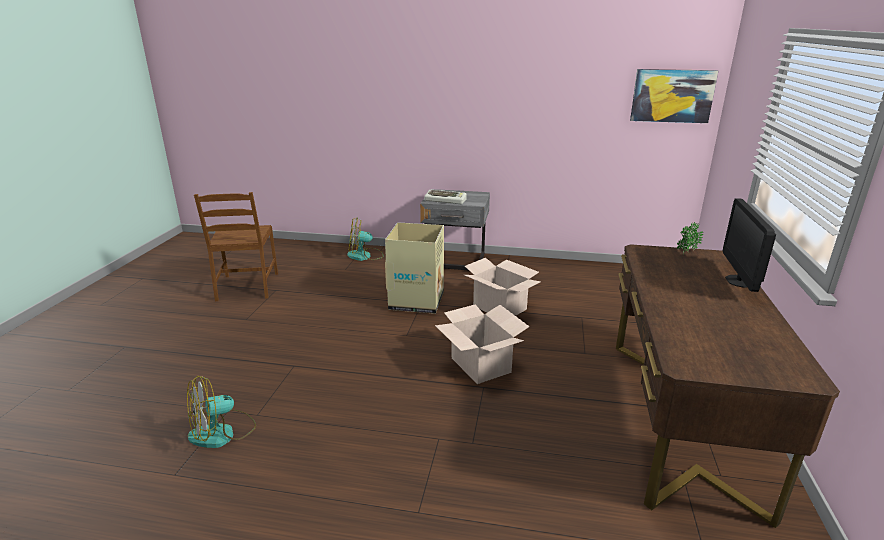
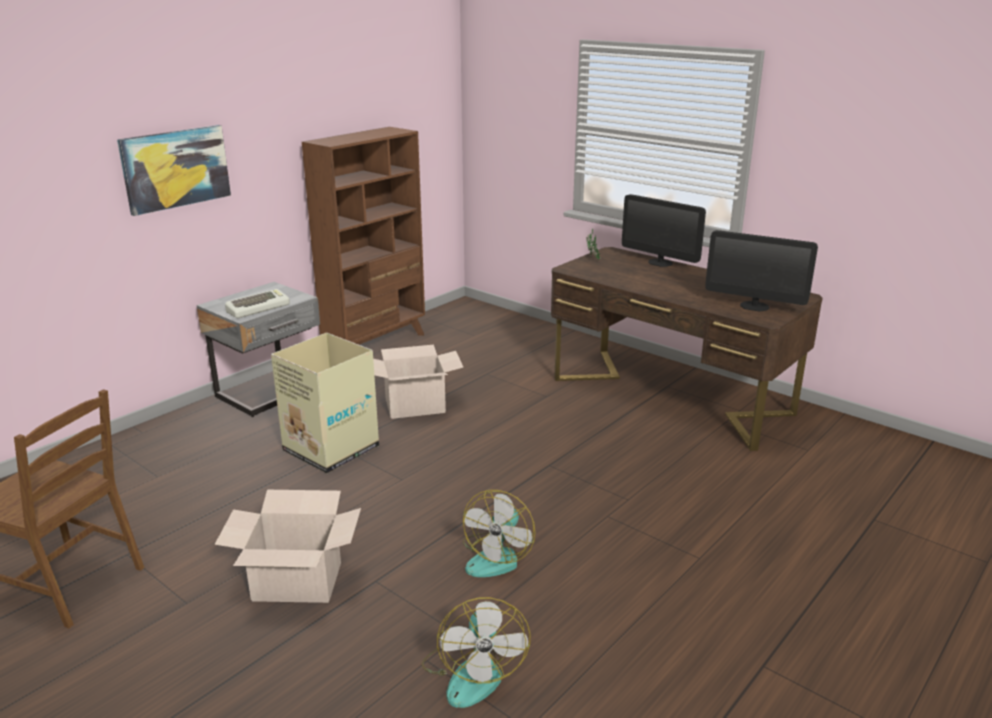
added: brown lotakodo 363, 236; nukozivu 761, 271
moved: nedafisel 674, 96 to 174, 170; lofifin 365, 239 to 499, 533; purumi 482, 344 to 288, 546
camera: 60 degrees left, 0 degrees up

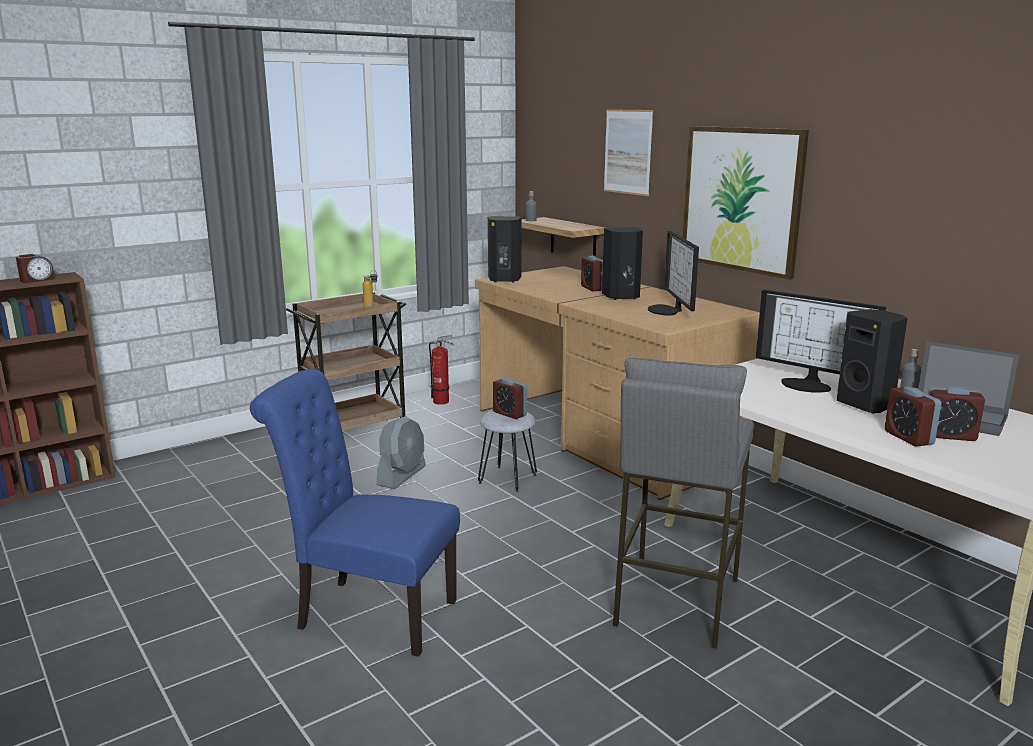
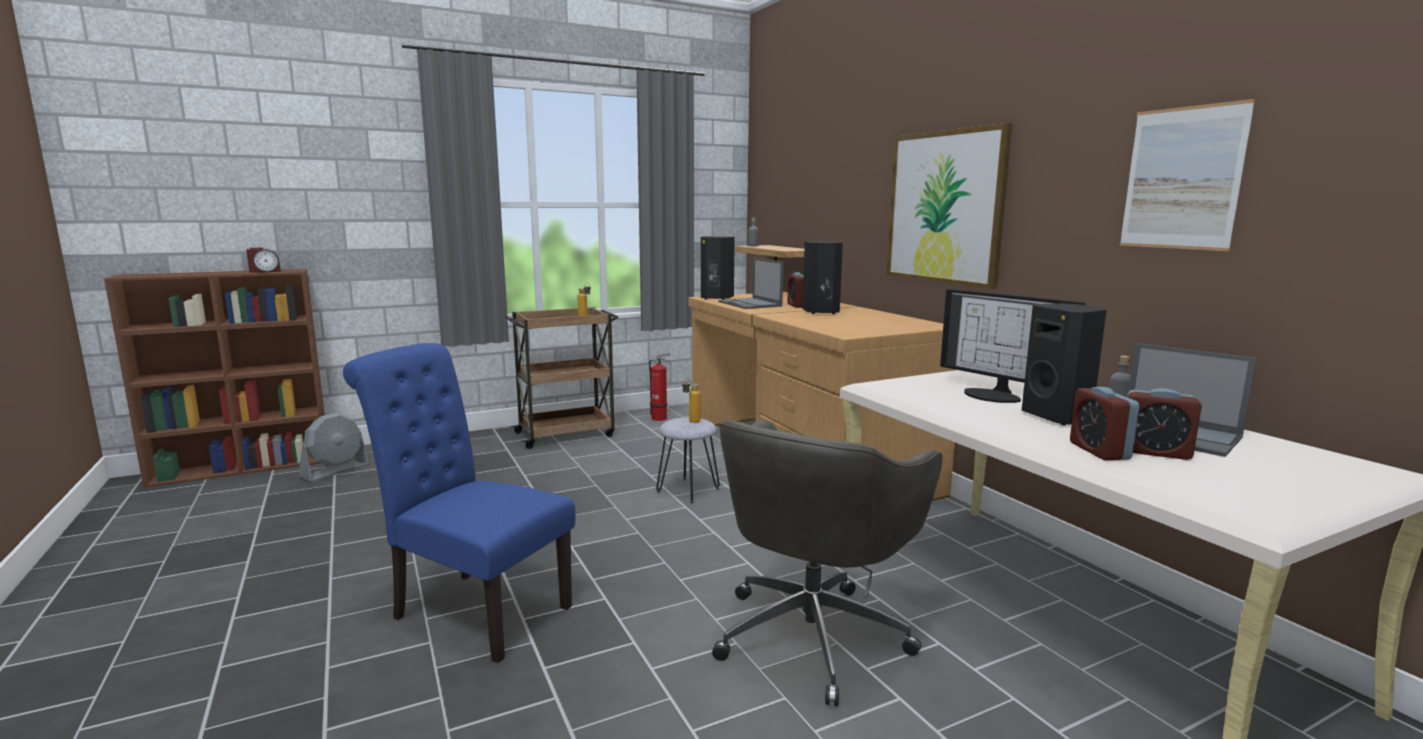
removed: nukozivu 673, 273
added: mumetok 750, 283
moved: nedafisel 628, 152 to 1187, 175; grey lofifin 401, 452 to 334, 447
replaced: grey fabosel 683, 503 to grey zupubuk 827, 563; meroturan 510, 398 to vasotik 691, 400
camera: 10 degrees right, 5 degrees down

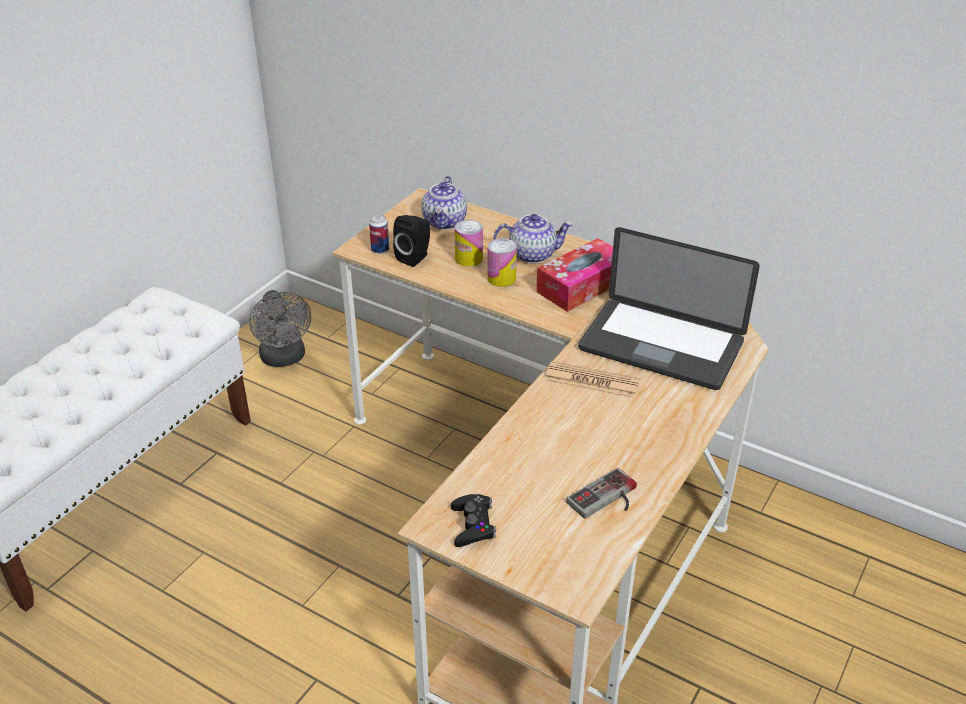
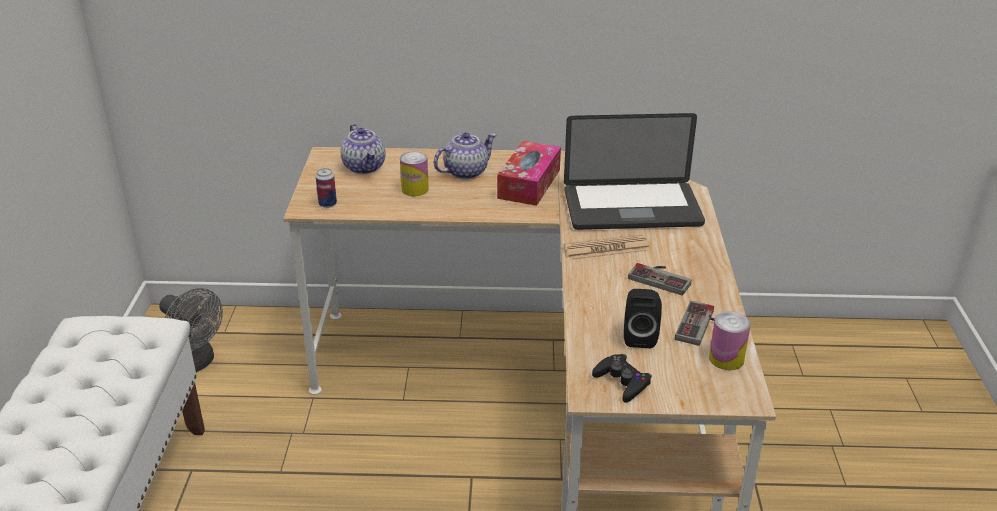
added: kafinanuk 660, 279
moved: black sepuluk 411, 241 to 643, 318; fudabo 502, 262 to 730, 340
camera: 30 degrees left, 5 degrees down

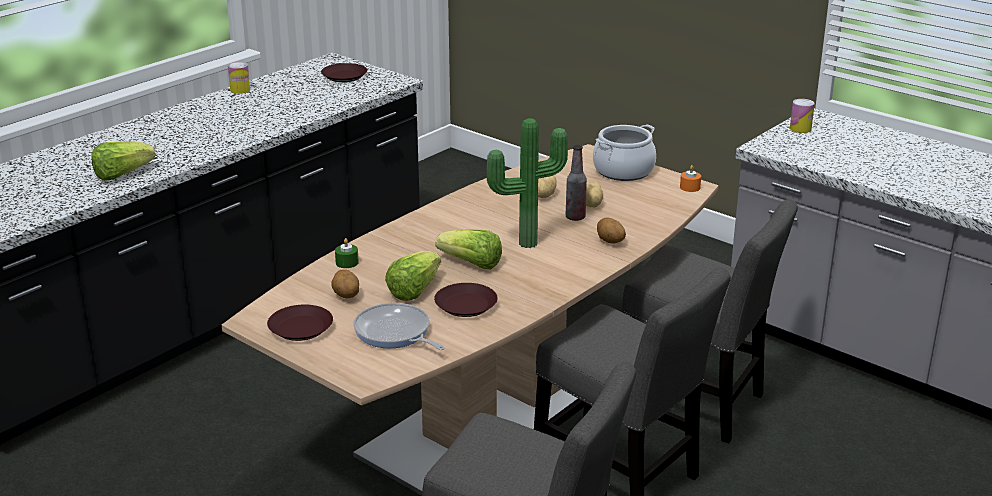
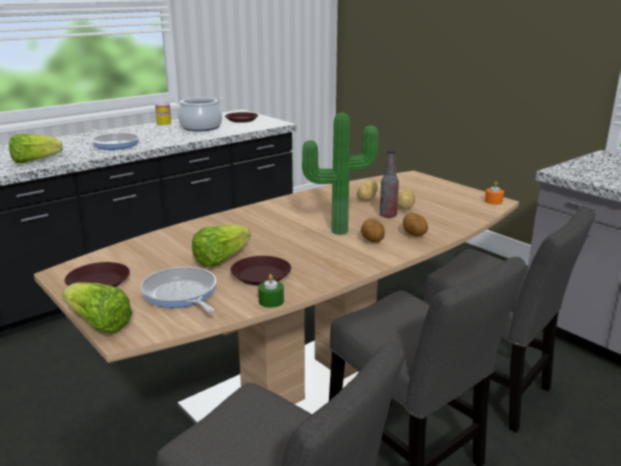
removed: fudabo 802, 116
added: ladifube 115, 139
moved: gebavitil 624, 152 to 199, 114; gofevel 468, 249 to 97, 308; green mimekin 347, 253 to 271, 291; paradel 345, 283 to 373, 230
camera: 10 degrees right, 5 degrees down

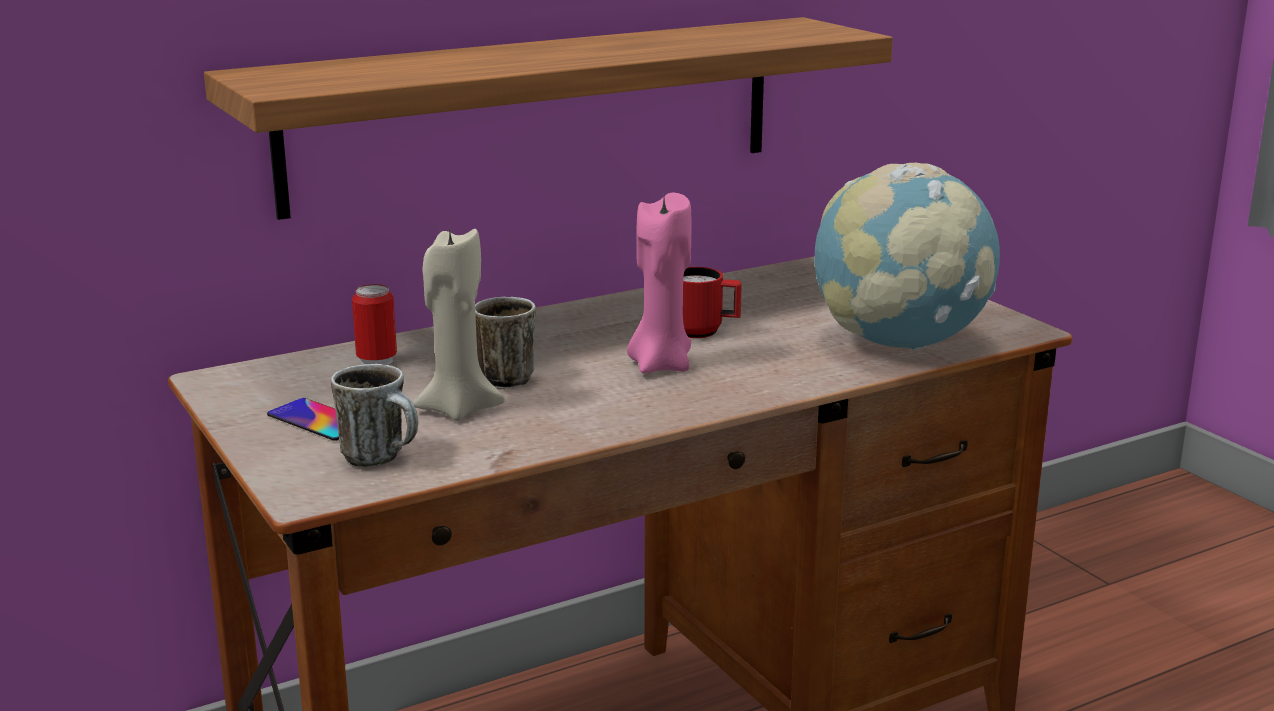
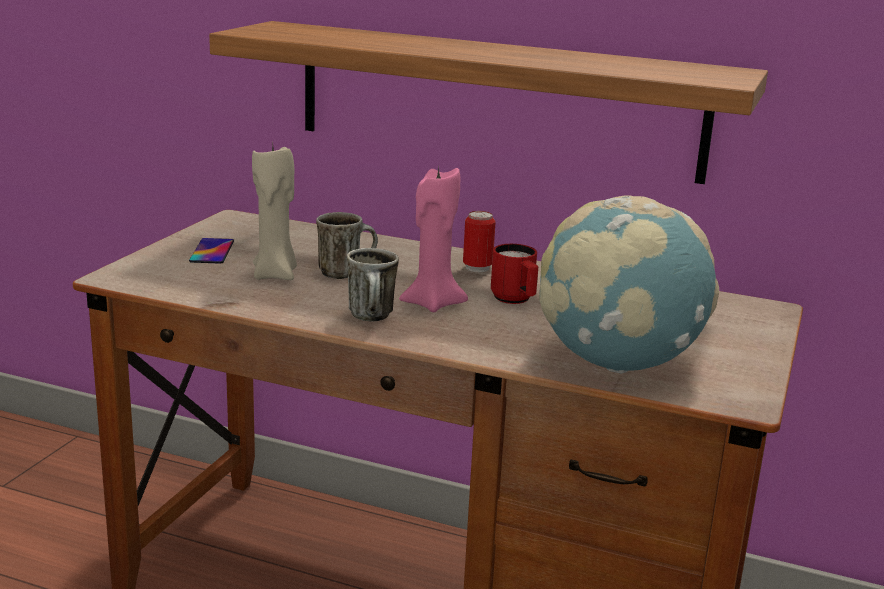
moved: fudabo 374, 324 to 479, 241; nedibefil 374, 415 to 373, 284
camera: 50 degrees right, 0 degrees up

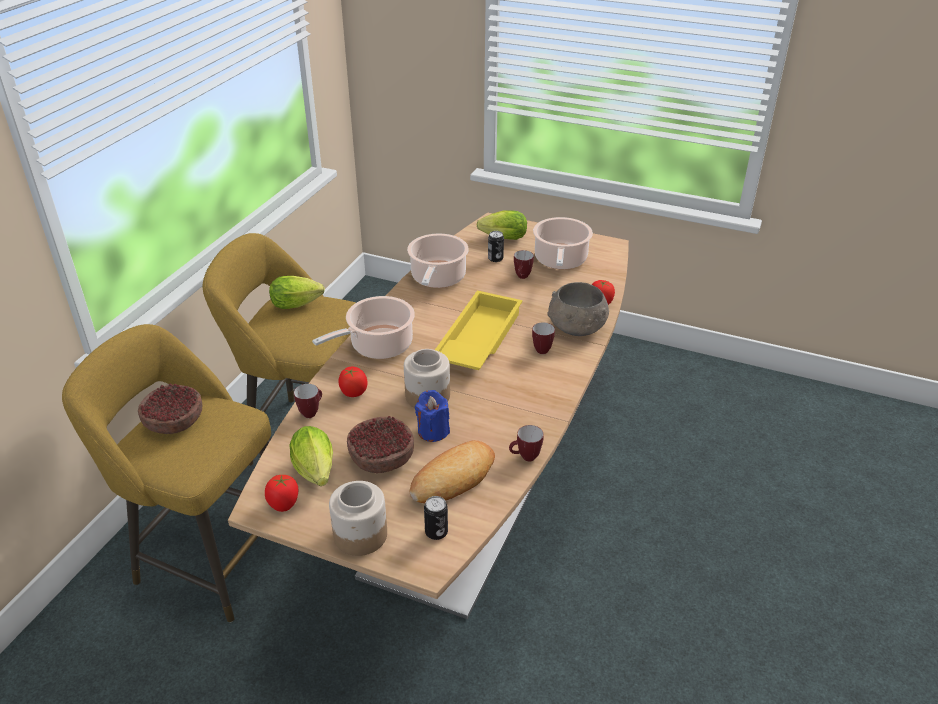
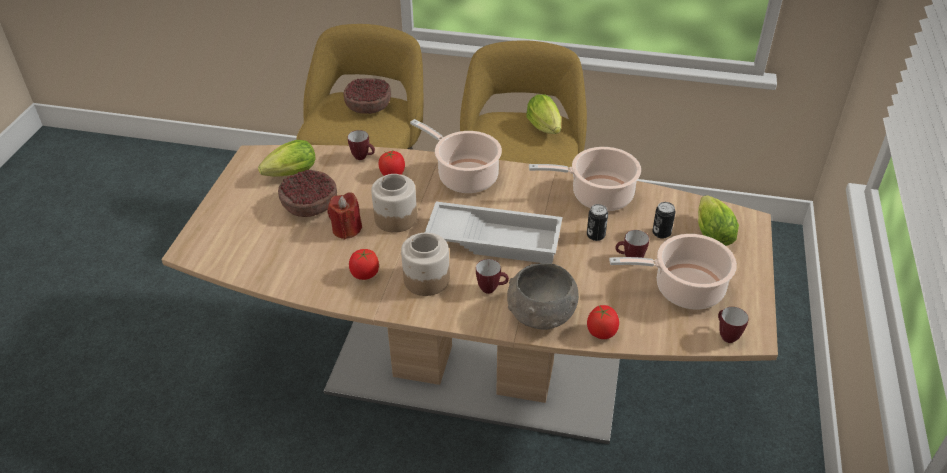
removed: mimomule 452, 471
moved: nedibefil 526, 443 to 733, 325; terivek 281, 493 to 364, 264; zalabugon 358, 518 to 425, 264; fudabo 436, 518 to 597, 222
recoloured: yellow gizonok 479, 330 to white gizonok 493, 233; blue mimekin 432, 416 to red mimekin 344, 216
camera: 80 degrees right, 5 degrees up

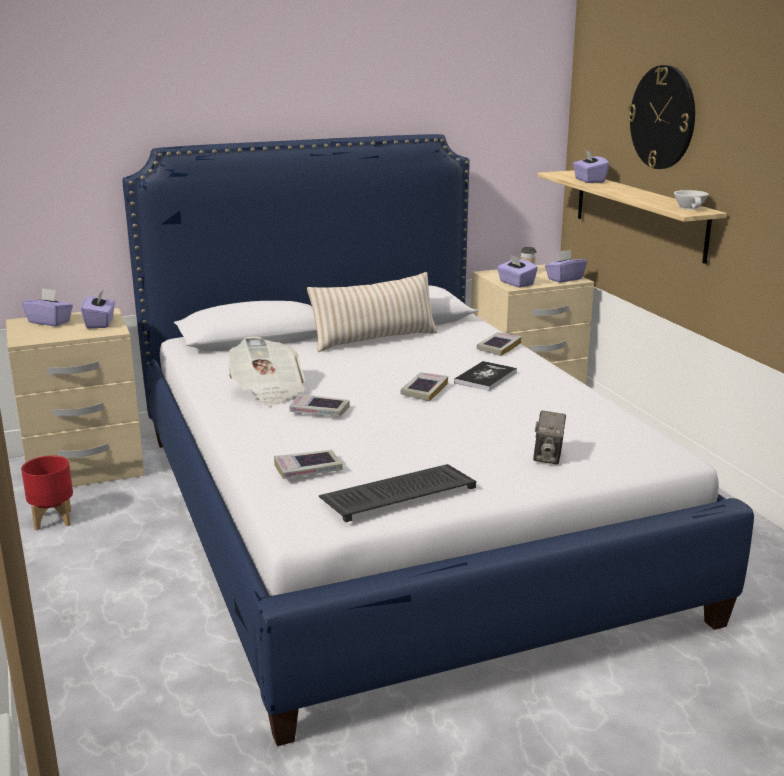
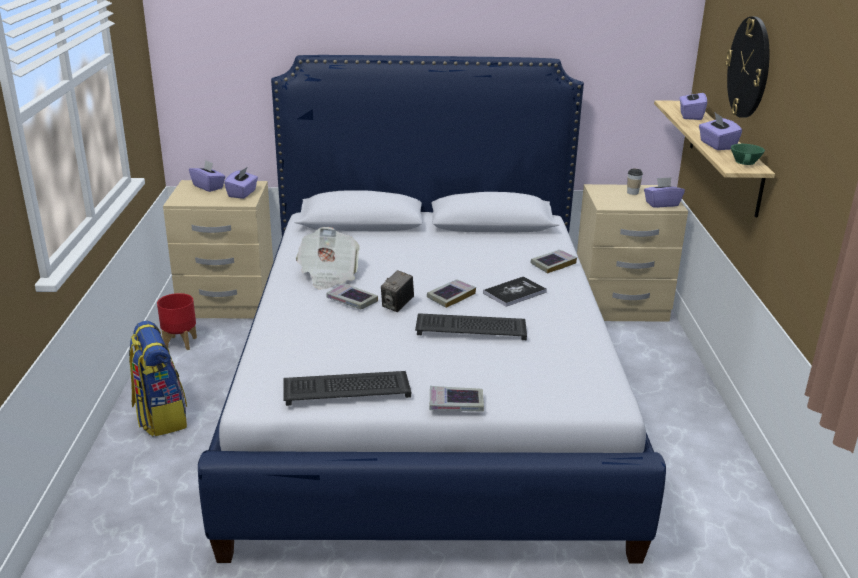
removed: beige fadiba 372, 312
added: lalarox 471, 326; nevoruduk 158, 378
moved: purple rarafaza 517, 271 to 720, 131; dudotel 549, 437 to 397, 291; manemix 308, 464 to 456, 399
recoloured: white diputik 691, 199 to green diputik 748, 154
camera: 20 degrees right, 5 degrees up

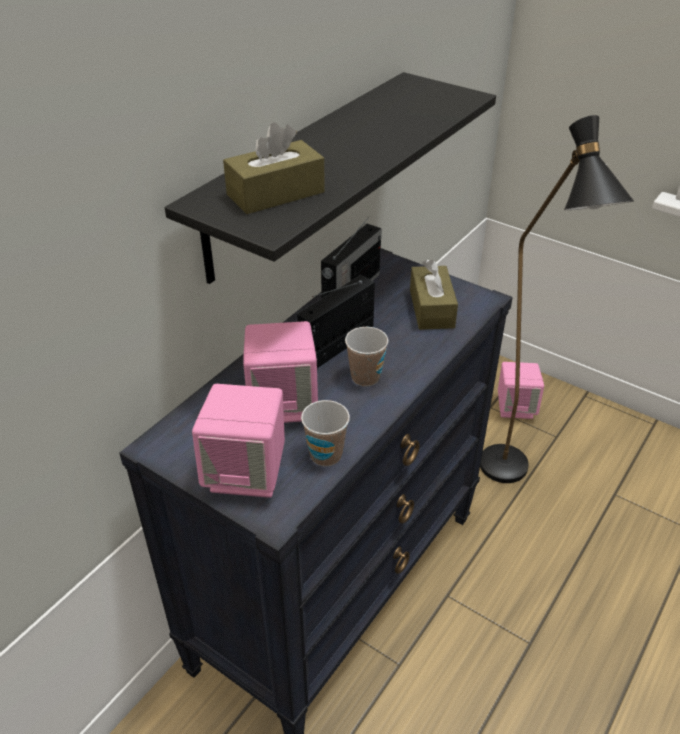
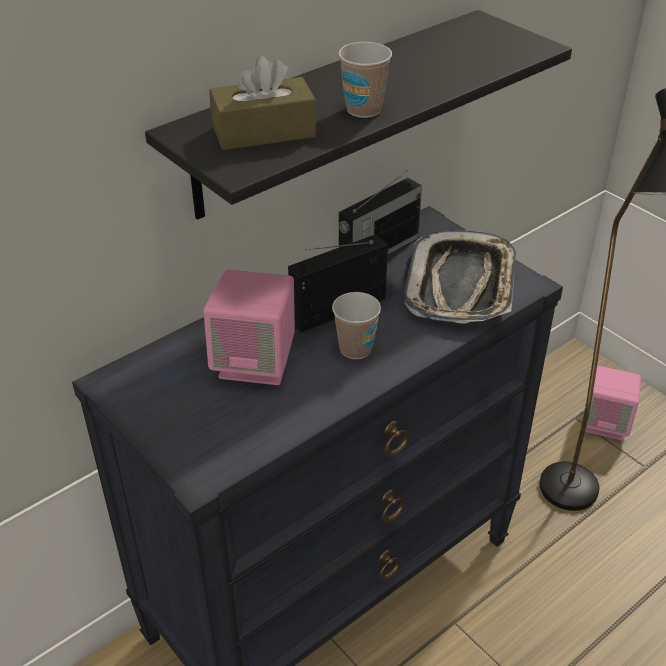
removed: pink sepuluk 238, 441
moved: diputik 325, 433 to 365, 80
replaced: brown rarafaza 434, 294 to gizonok 460, 277
camera: 15 degrees right, 0 degrees up

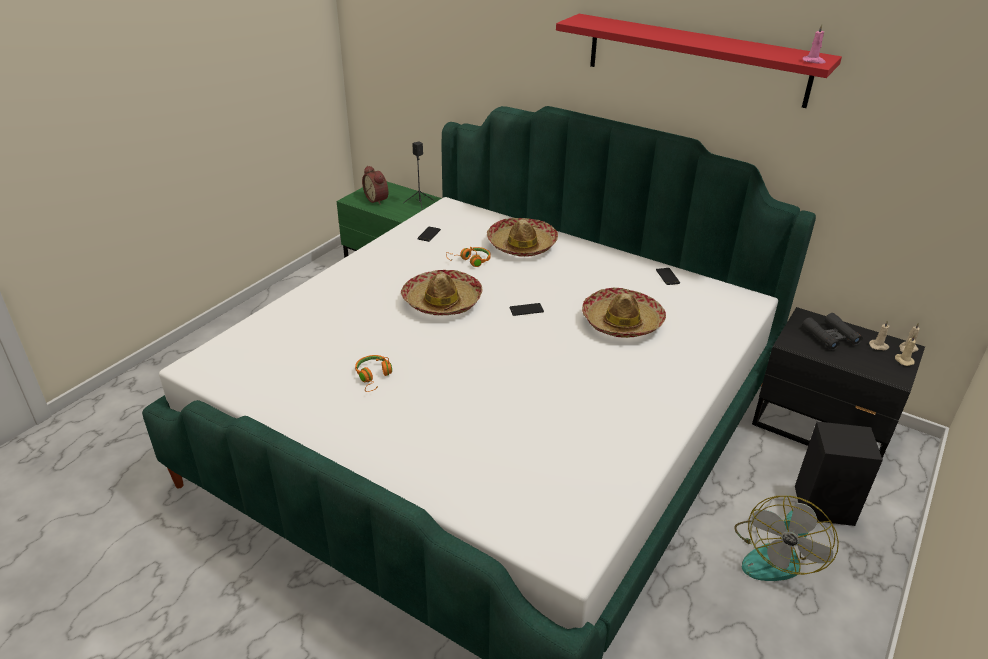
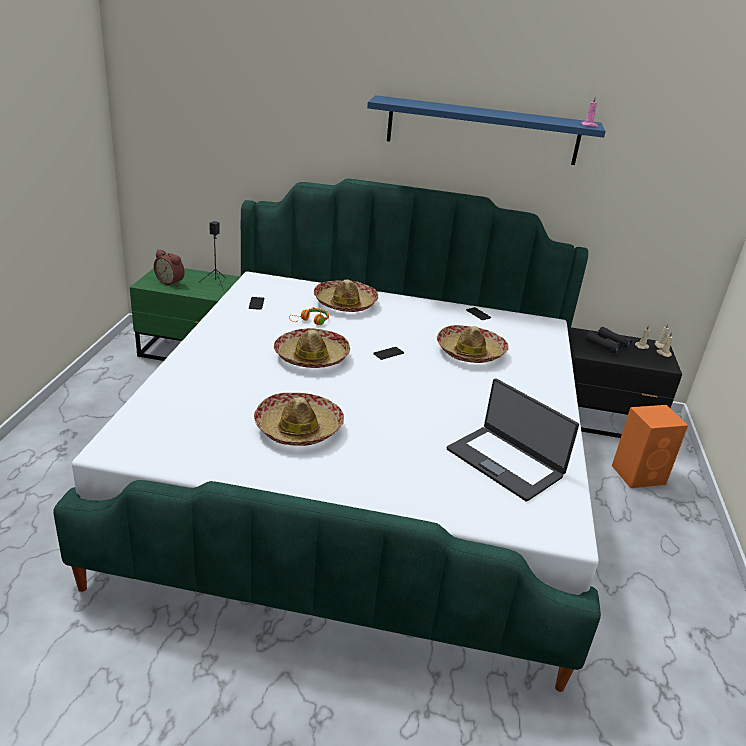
removed: lofifin 786, 538
added: mumetok 513, 440
replaced: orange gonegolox 373, 373 to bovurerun 299, 419
recoloured: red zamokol 699, 61 to blue zamokol 486, 130; black sepuluk 839, 473 to orange sepuluk 650, 446
camera: 25 degrees left, 5 degrees down

